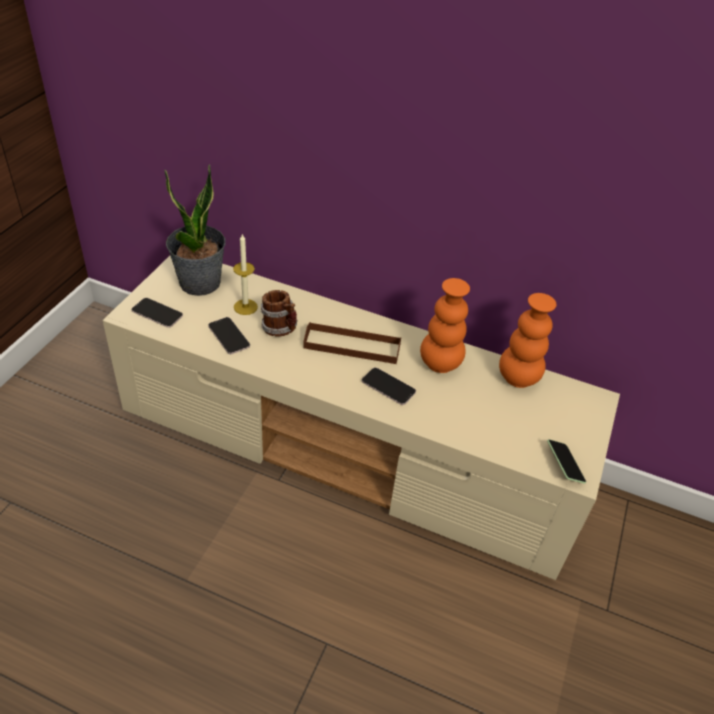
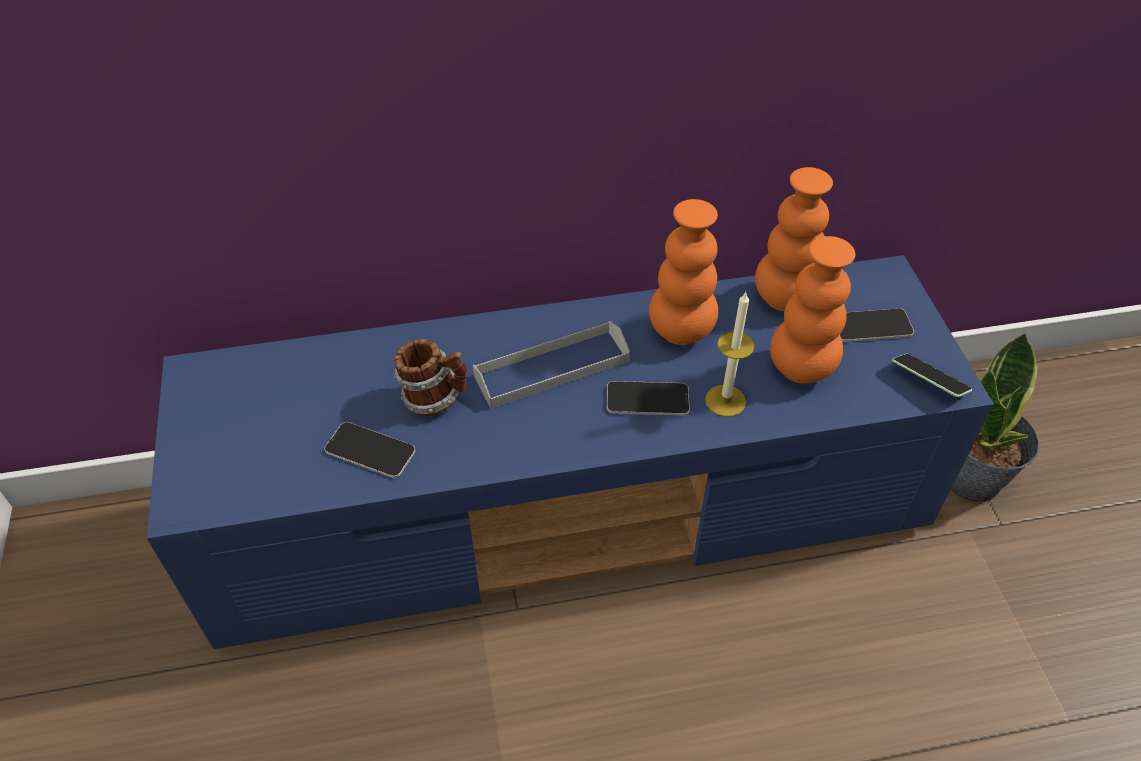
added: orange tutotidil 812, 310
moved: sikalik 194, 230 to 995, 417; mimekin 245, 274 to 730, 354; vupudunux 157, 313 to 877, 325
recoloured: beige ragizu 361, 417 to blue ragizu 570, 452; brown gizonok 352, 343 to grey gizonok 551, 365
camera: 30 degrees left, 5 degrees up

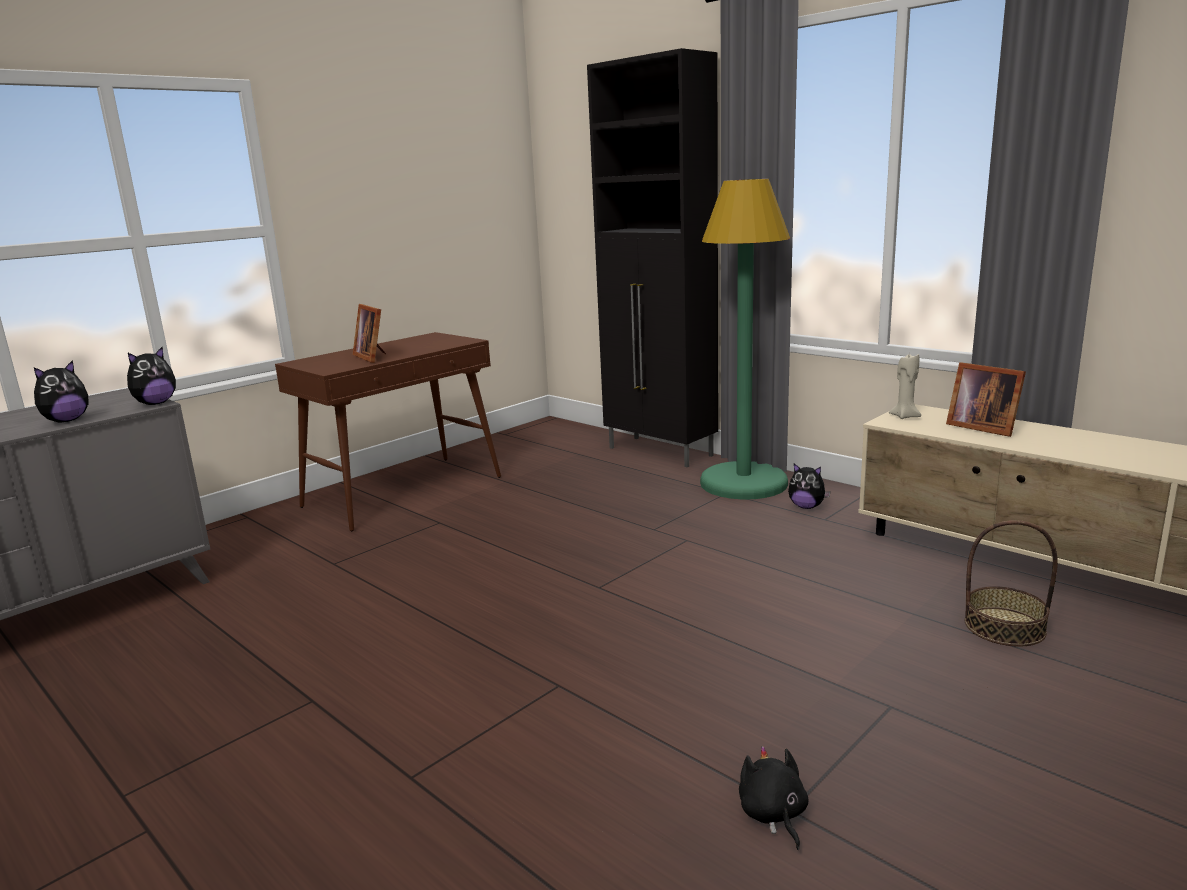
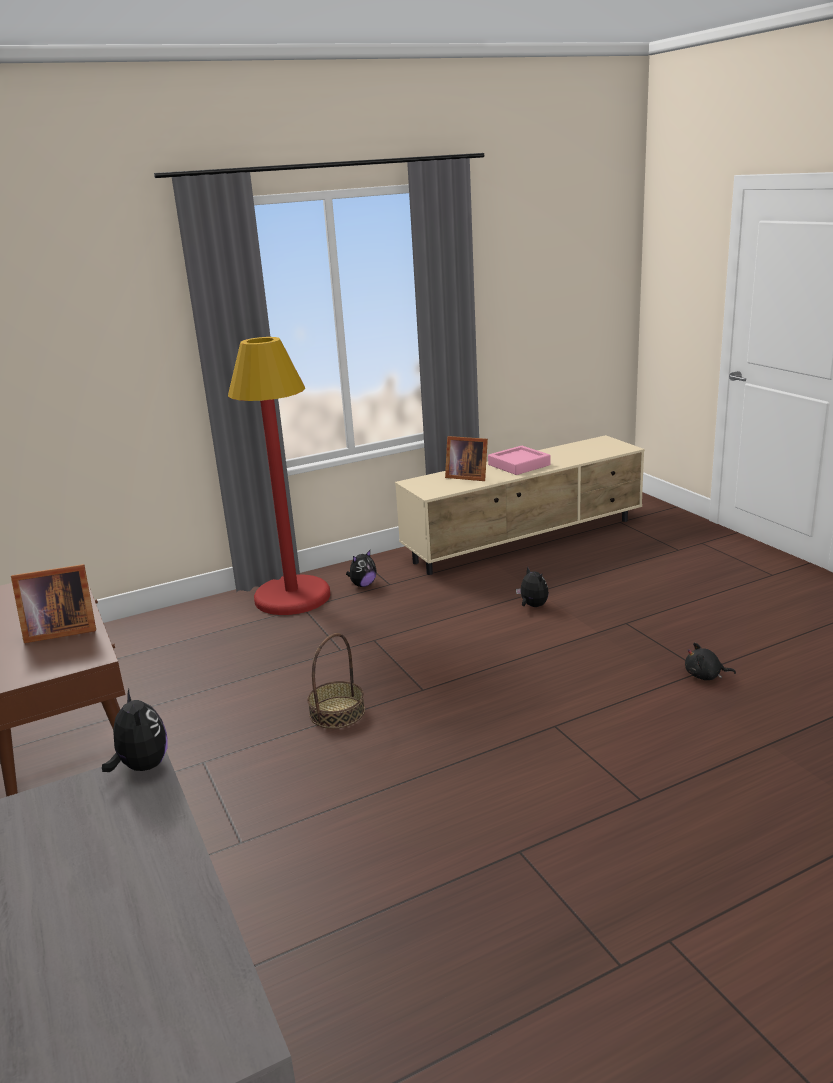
removed: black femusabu 652, 257; beige mimekin 905, 386
added: pink gizonok 519, 460
moved: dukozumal 61, 391 to 532, 587; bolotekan 1011, 583 to 336, 681
recoloured: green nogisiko 745, 339 to red nogisiko 279, 476
turned: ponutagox 986, 399 = 466, 458 45 degrees clockwise
camera: 70 degrees left, 5 degrees up

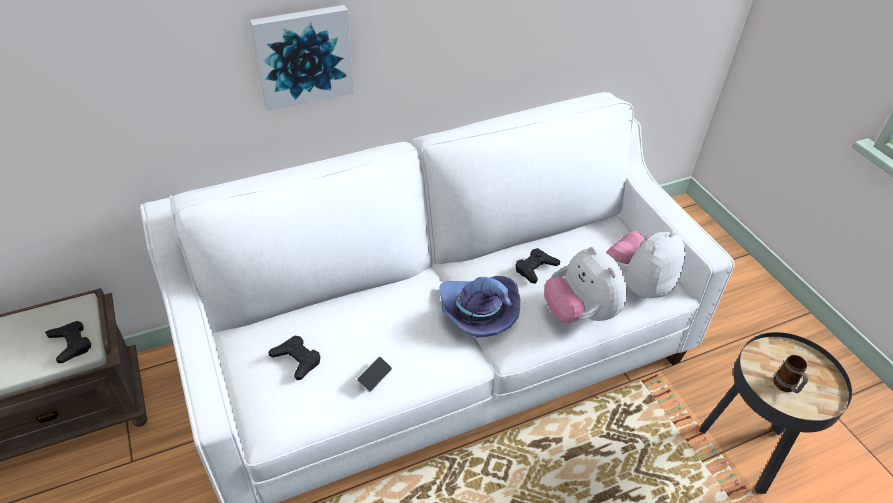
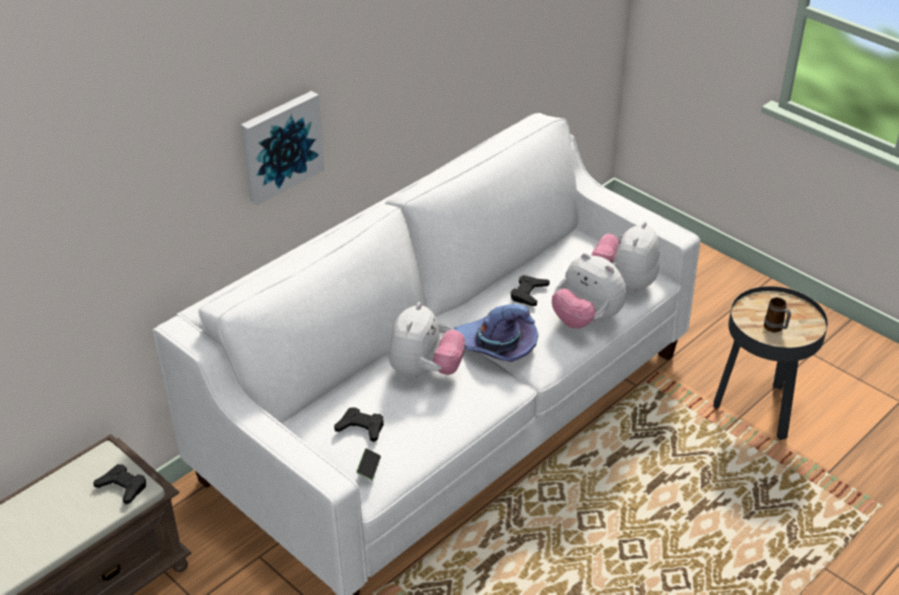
added: dukozumal 427, 340
moved: vupudunux 374, 374 to 368, 464
camera: 20 degrees left, 5 degrees down

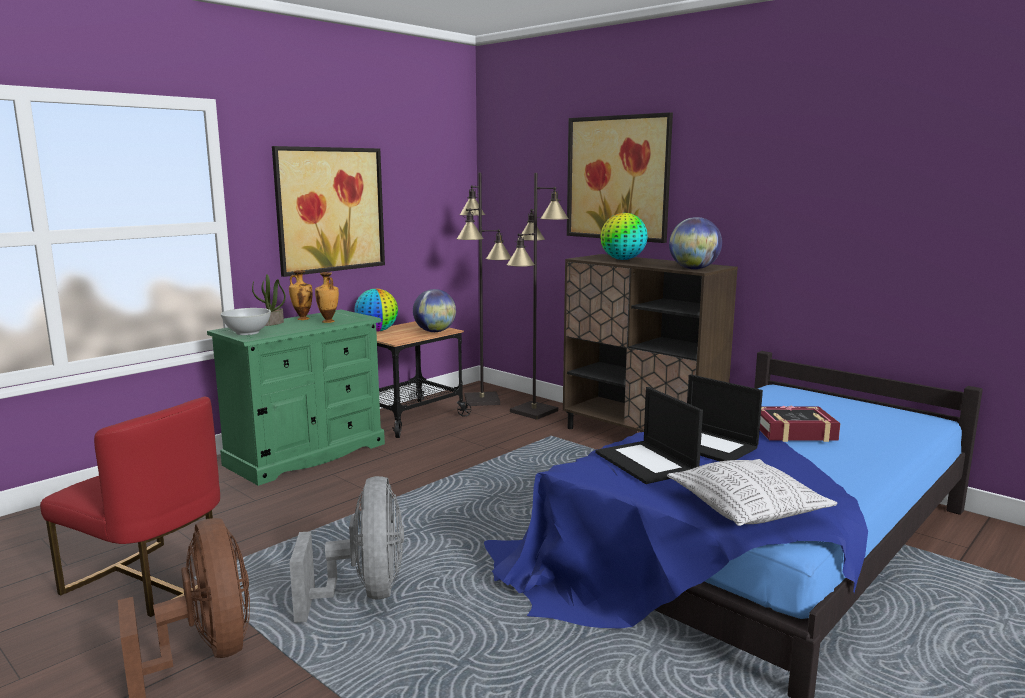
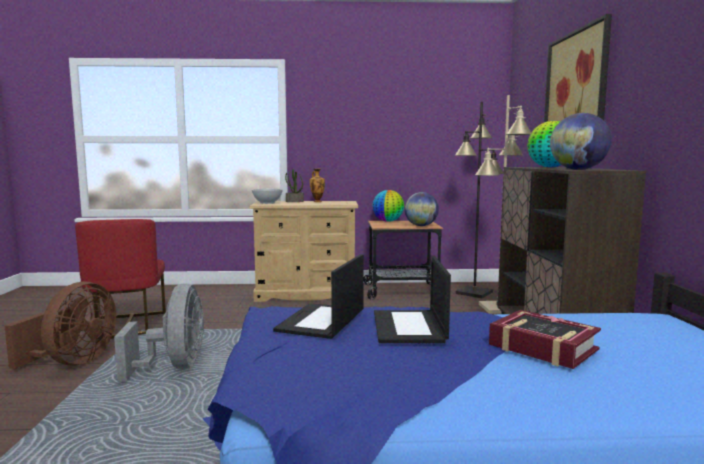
removed: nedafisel 328, 211; tutotidil 327, 297; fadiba 752, 492
recoloured: black nogisiko 537, 296 to beige nogisiko 503, 204; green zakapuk 296, 398 to beige zakapuk 303, 251
turned: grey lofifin 346, 549 = 159, 332 45 degrees counterclockwise
camera: 45 degrees right, 5 degrees down

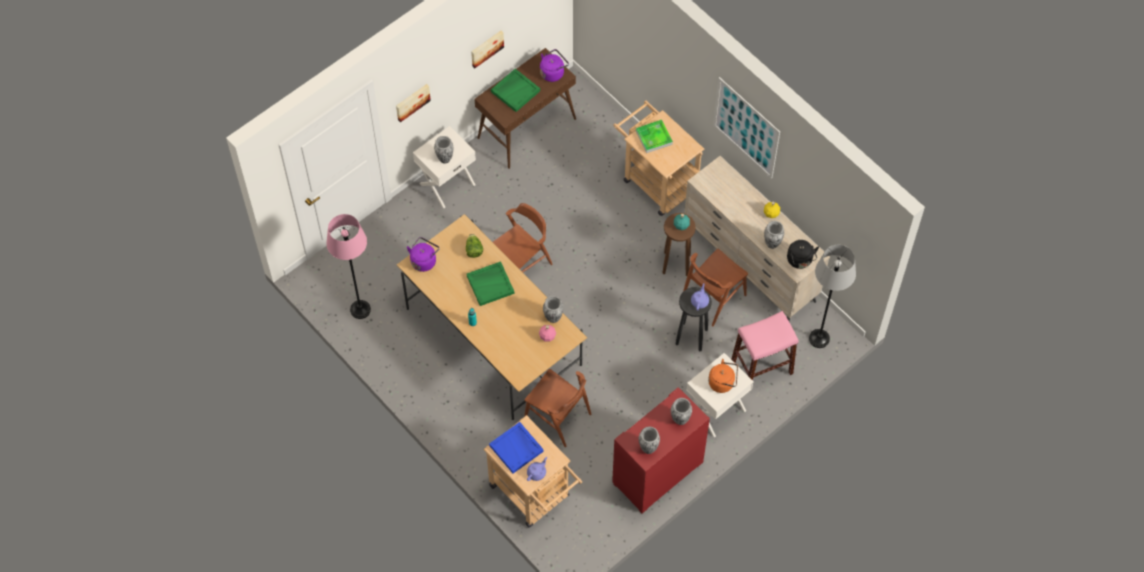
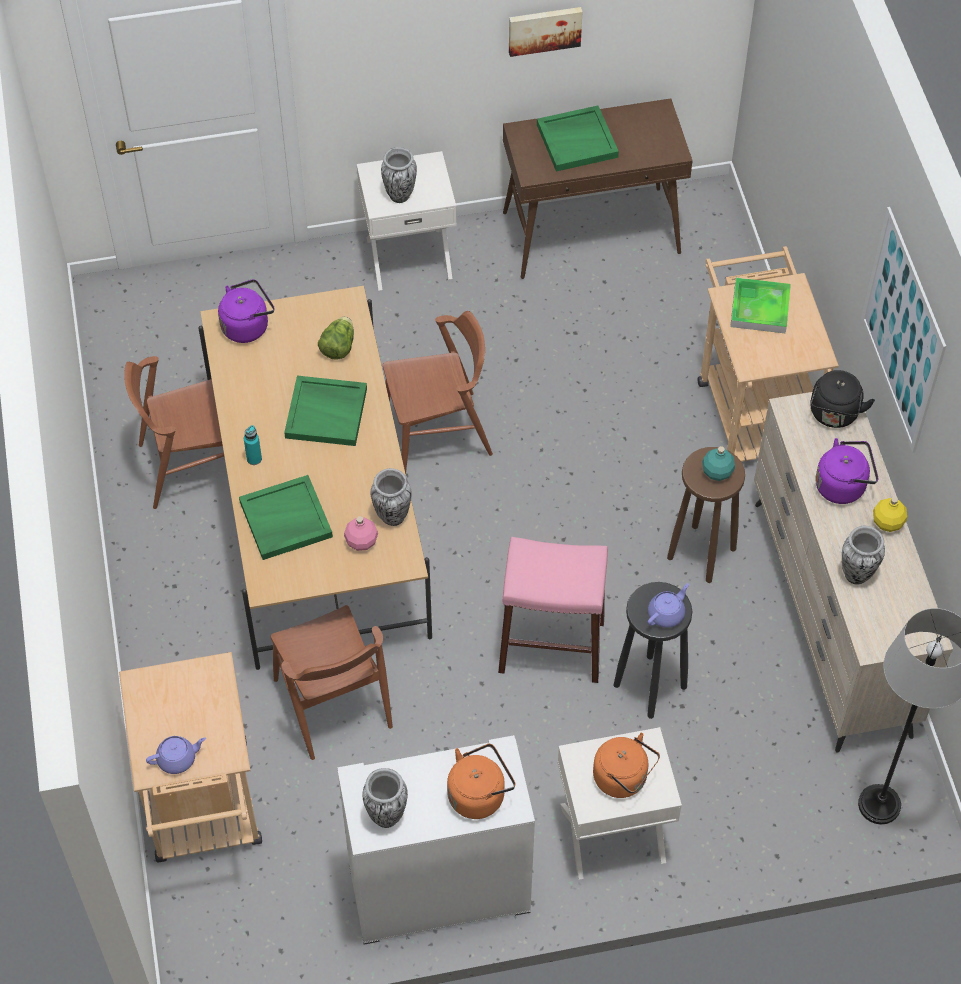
removed: nedafisel 413, 103; pink nogisiko 348, 266; blue gizonok 516, 447
added: green gizonok 286, 517
moved: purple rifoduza 554, 65 to 846, 471; black rifoduza 803, 254 to 842, 399; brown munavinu 715, 287 to 174, 432; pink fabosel 765, 351 to 553, 610
replaced: tutotidil 681, 411 to orange rifoduza 481, 781
recoloured: red femusabu 661, 450 to white femusabu 436, 840
camera: 30 degrees right, 5 degrees down

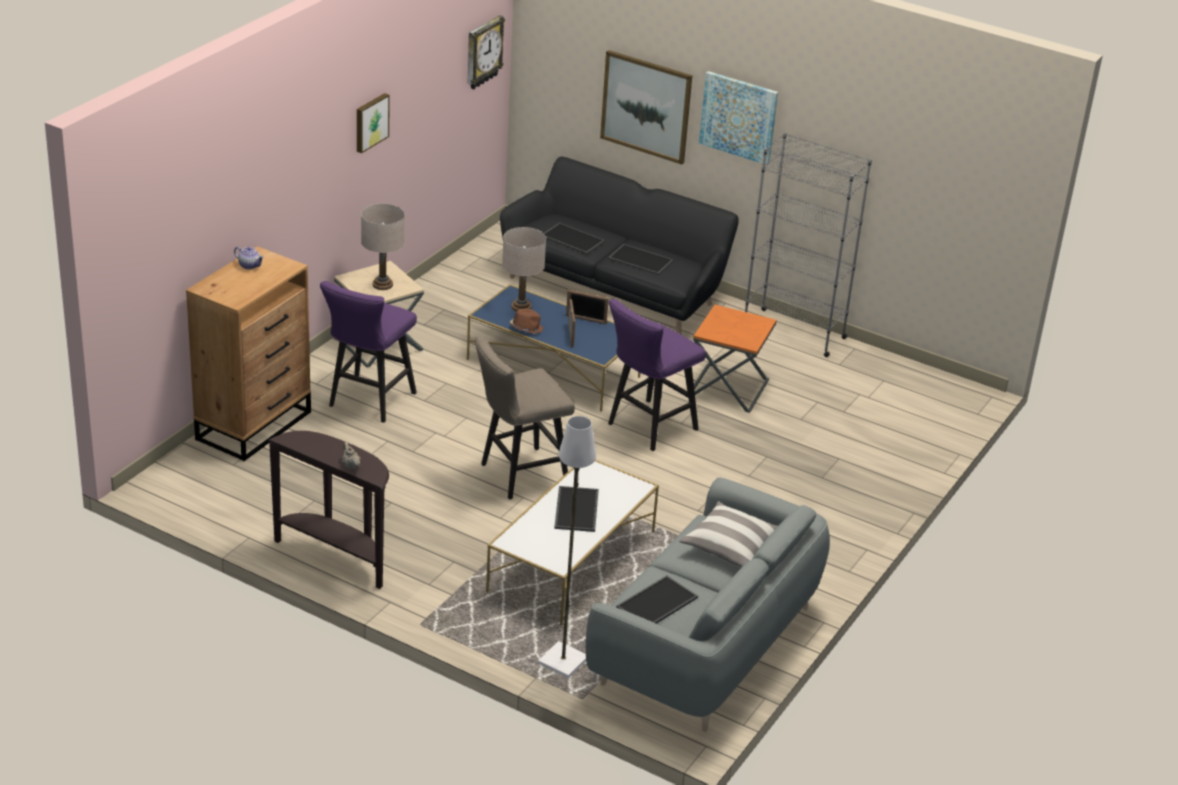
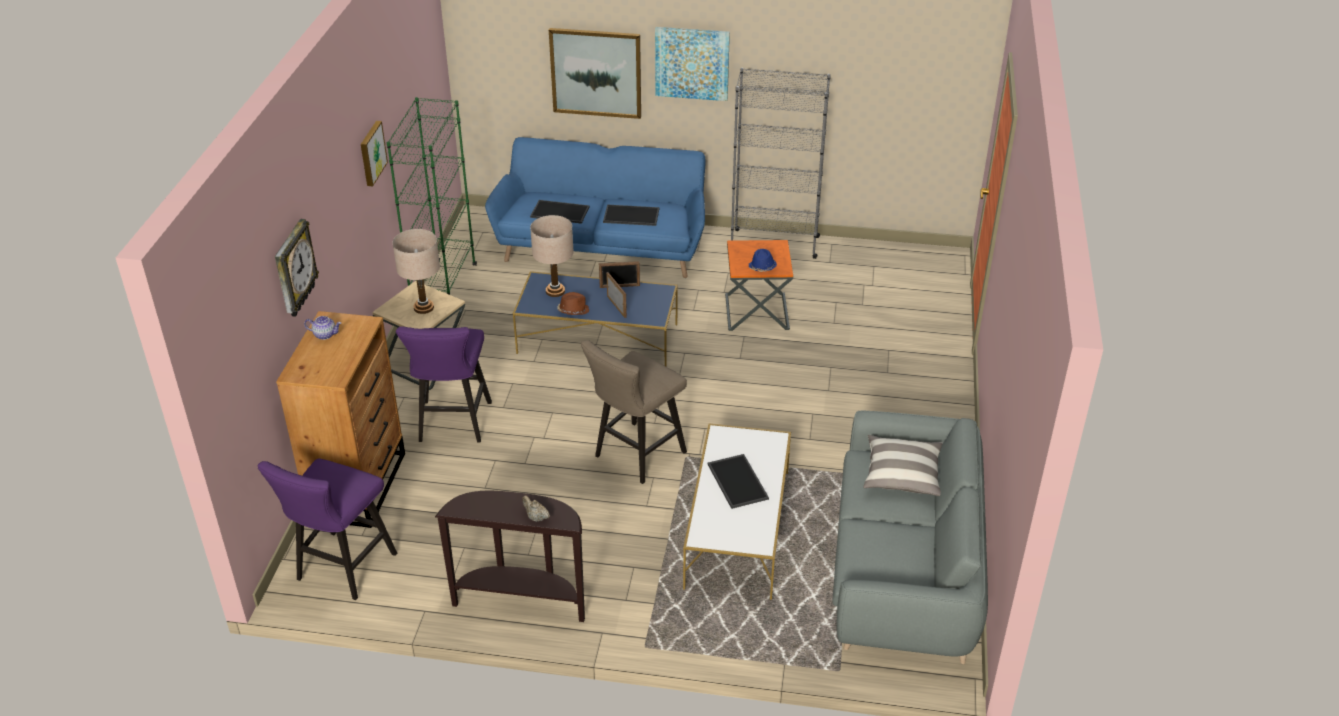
removed: white nogisiko 567, 547; gizonok 657, 600
added: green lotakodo 432, 196; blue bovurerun 763, 260
moved: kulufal 486, 52 to 297, 268; purple fabosel 657, 375 to 327, 529
recoloured: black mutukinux 619, 246 to blue mutukinux 595, 207
camera: 20 degrees left, 5 degrees up

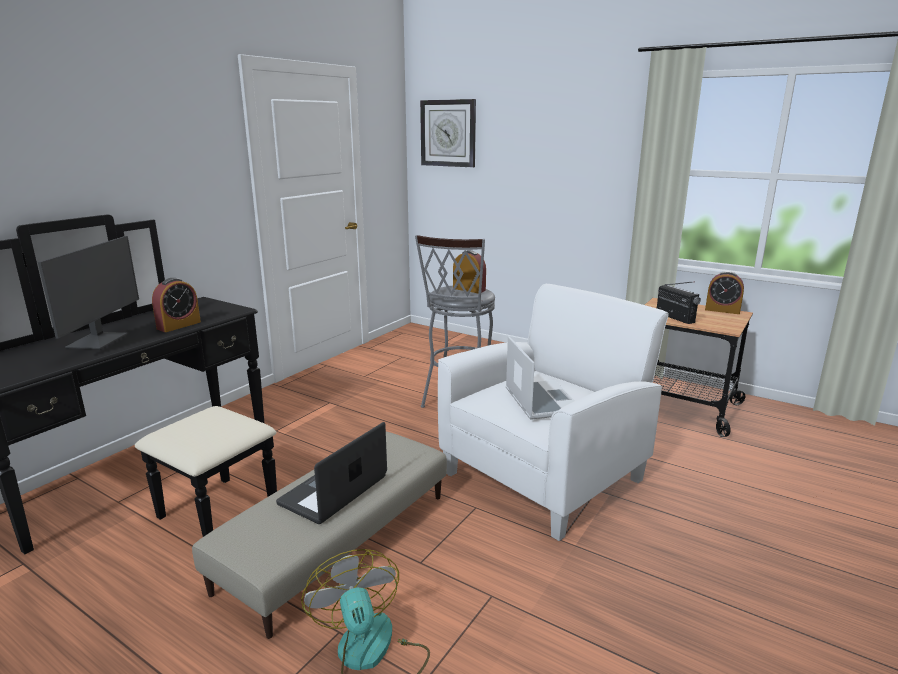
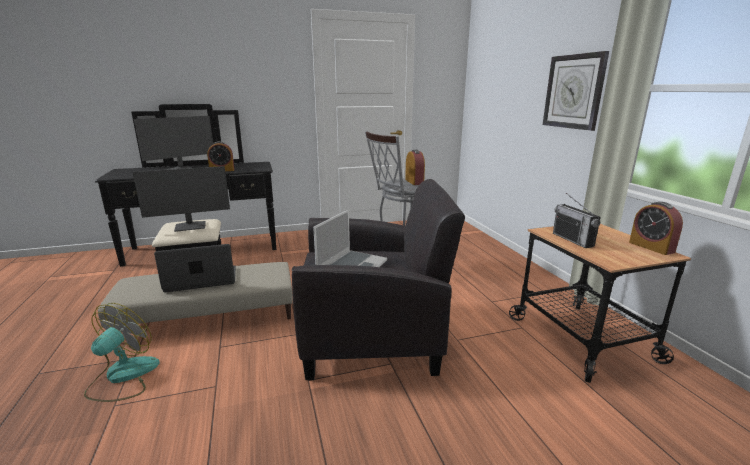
added: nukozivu 181, 199
moved: kulufal 448, 133 to 576, 91
recoloured: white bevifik 553, 412 to black bevifik 378, 279
turned: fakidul 679, 302 = 577, 220 150 degrees clockwise
camera: 40 degrees right, 0 degrees up

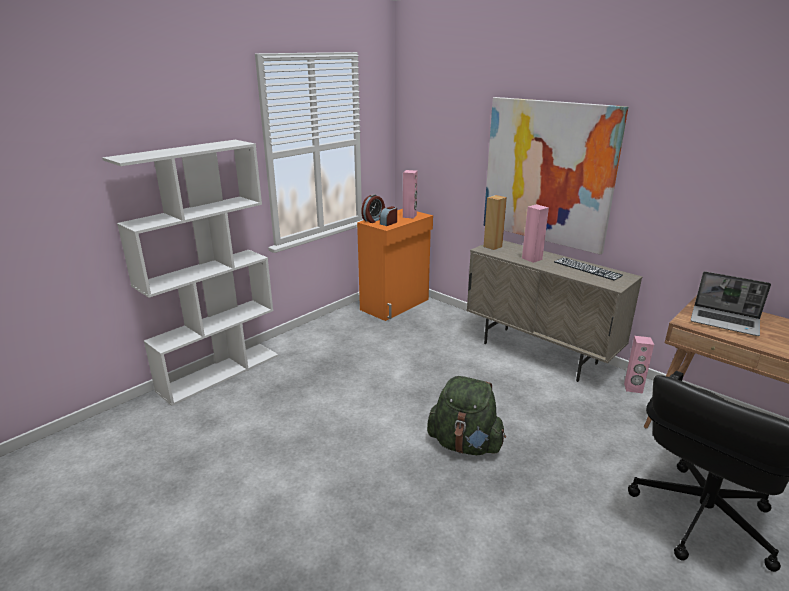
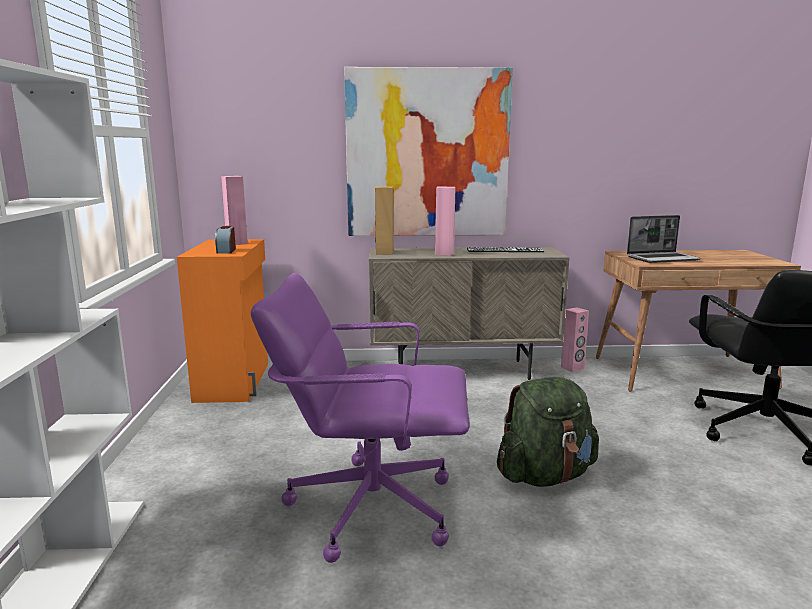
removed: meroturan 373, 208
added: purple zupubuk 360, 418
camera: 45 degrees left, 10 degrees down

